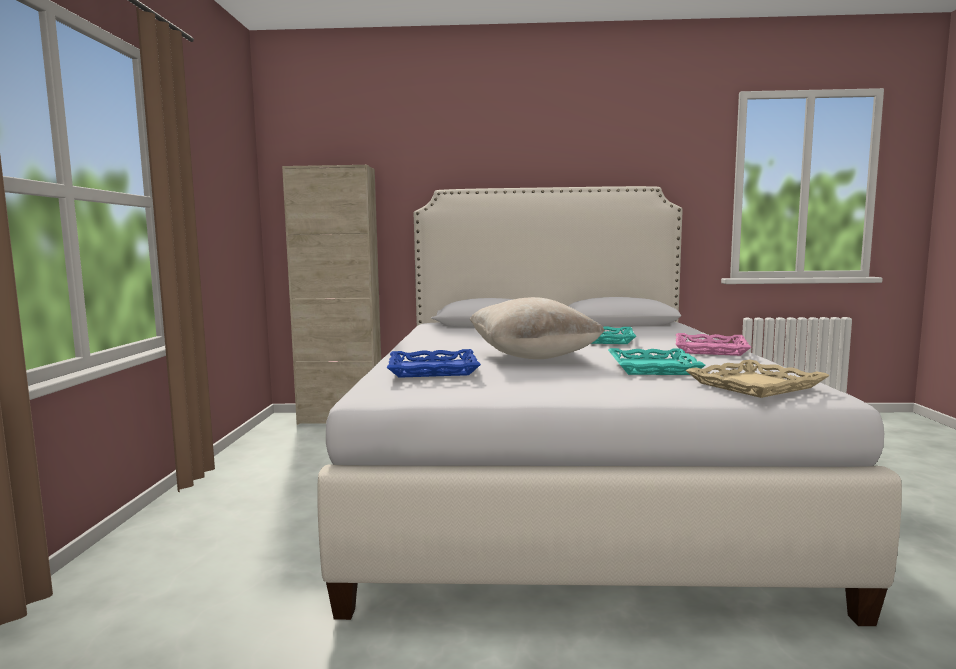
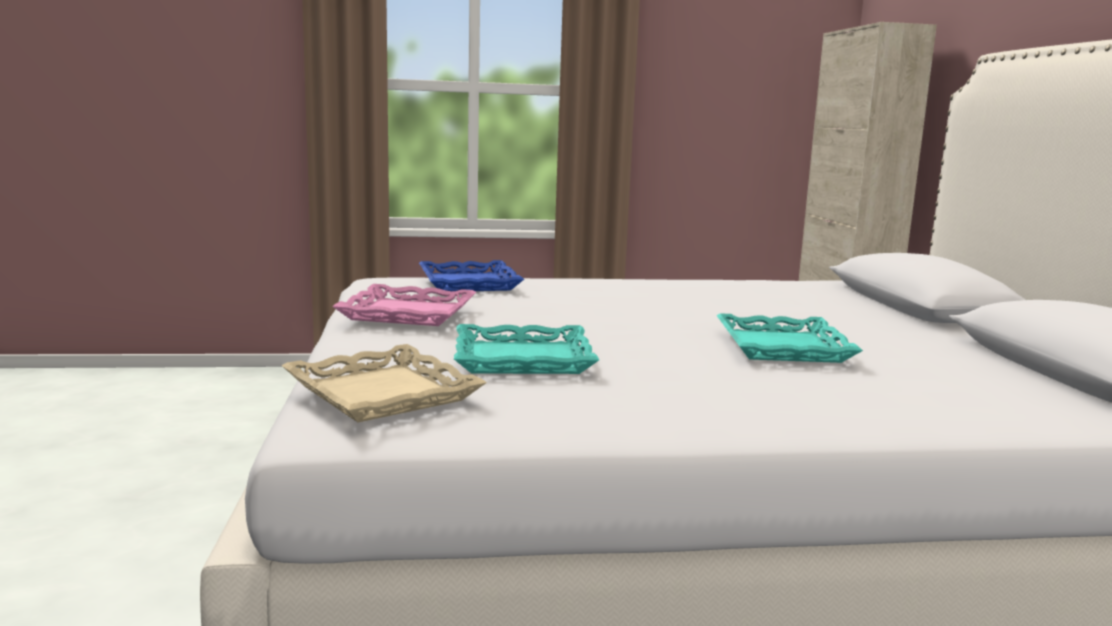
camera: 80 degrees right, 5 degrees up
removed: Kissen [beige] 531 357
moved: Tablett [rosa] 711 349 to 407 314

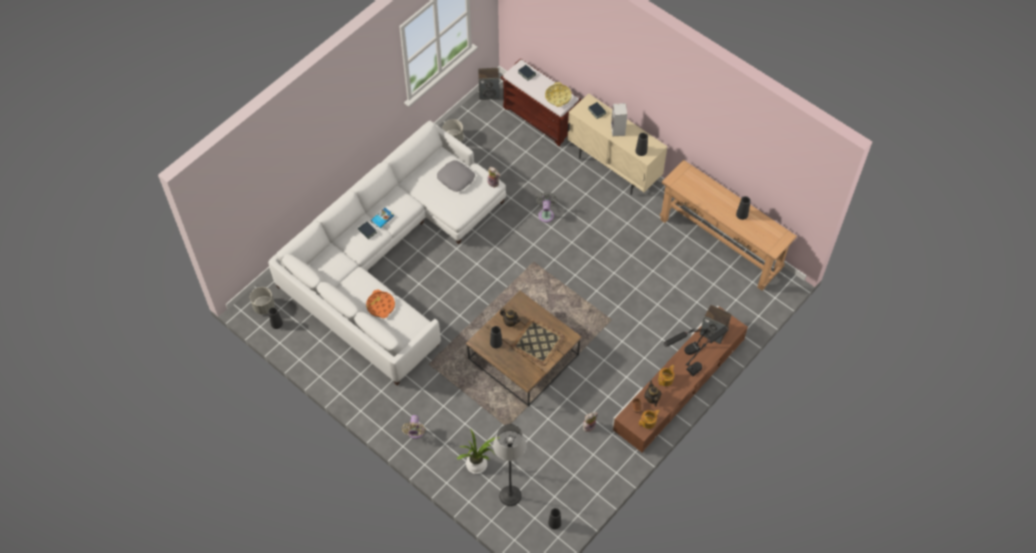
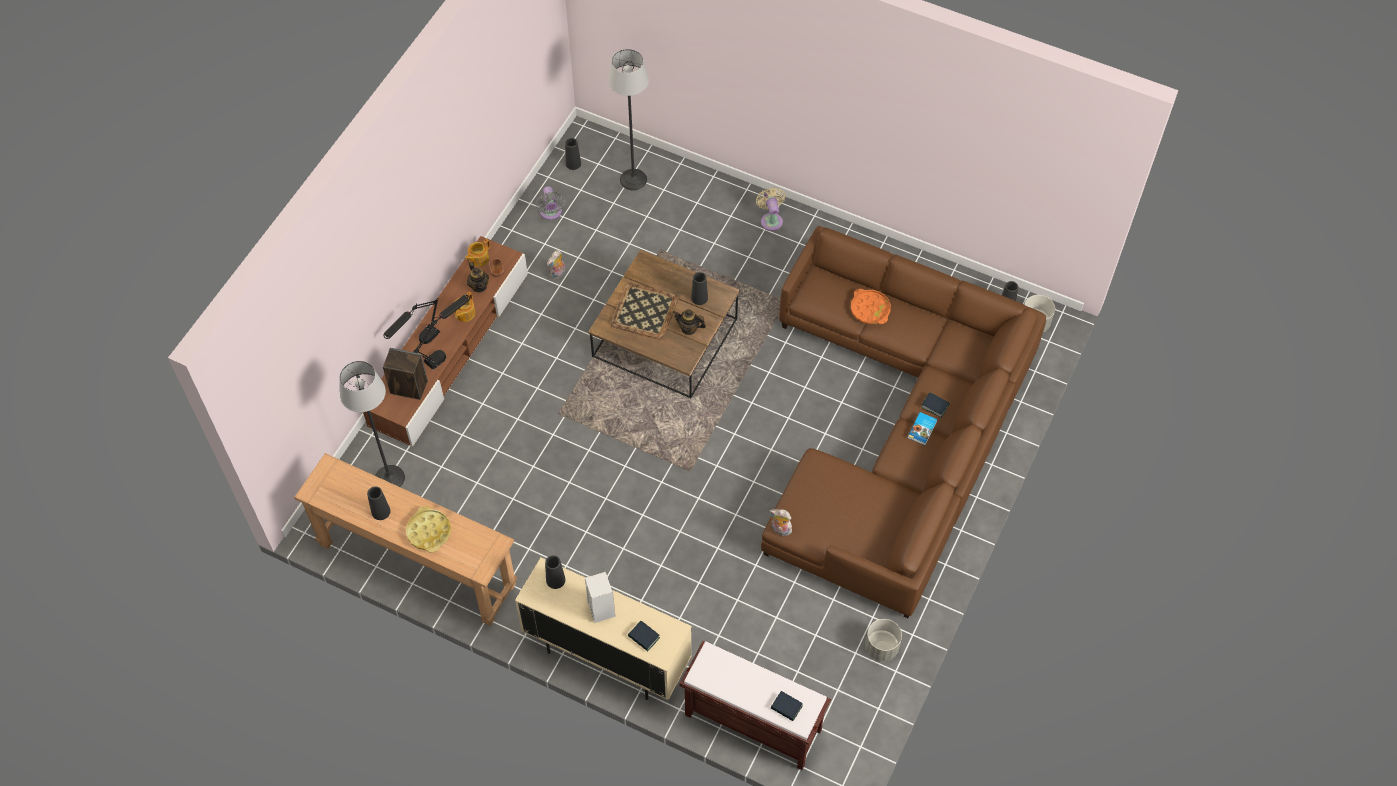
camera: 165 degrees right, 0 degrees up
removed: Kissen [grau] 456 178; Topfpflanze 478 465; Lautsprecher 489 93
added: Stehlampe 389 477
moved: Ventilator [grau] 546 214 to 551 213; Tablett [gelb] 558 96 to 429 532
recoloured: Sofa [weiß] 390 256 to Sofa [braun] 897 431

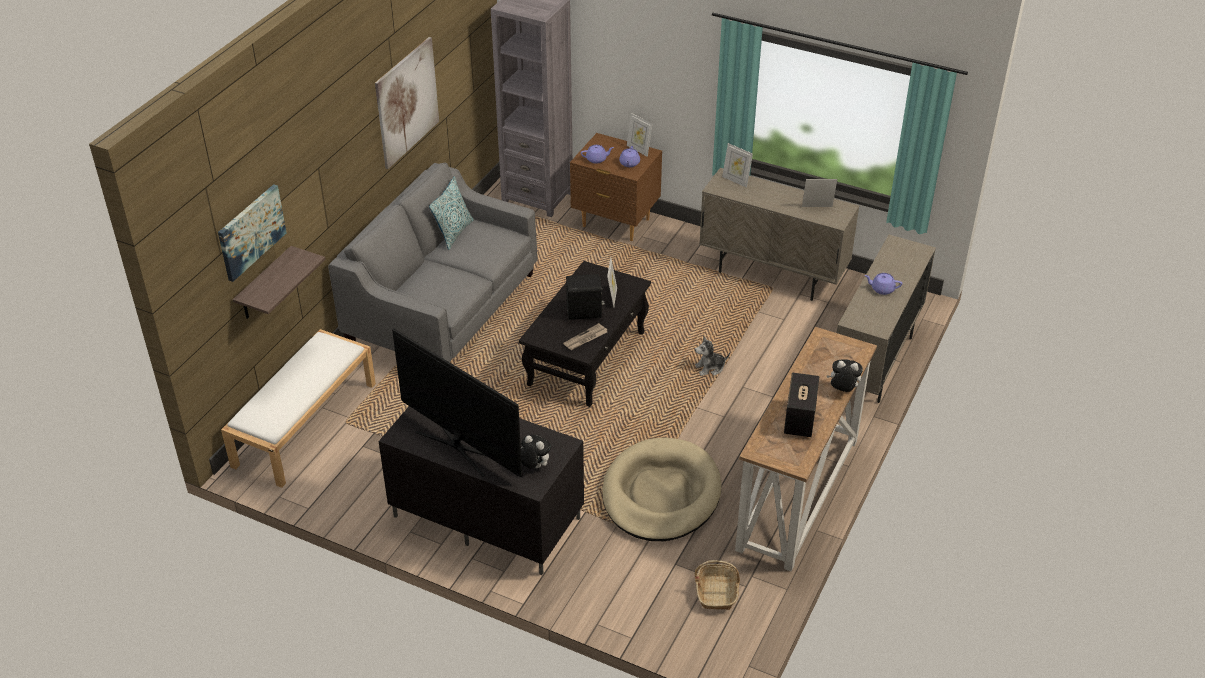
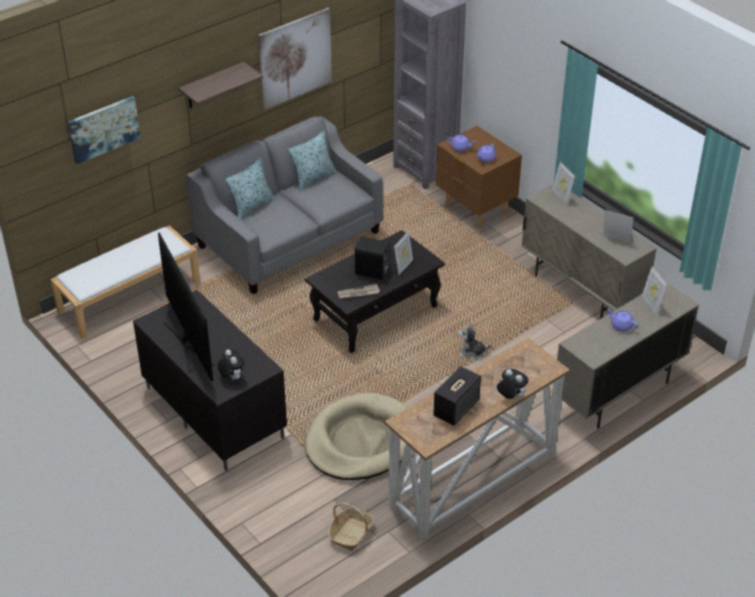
camera: 25 degrees right, 0 degrees up
added: Kissen 251 206
moved: Wandregal 265 285 to 212 86; Bilderrahmen 639 150 to 651 304

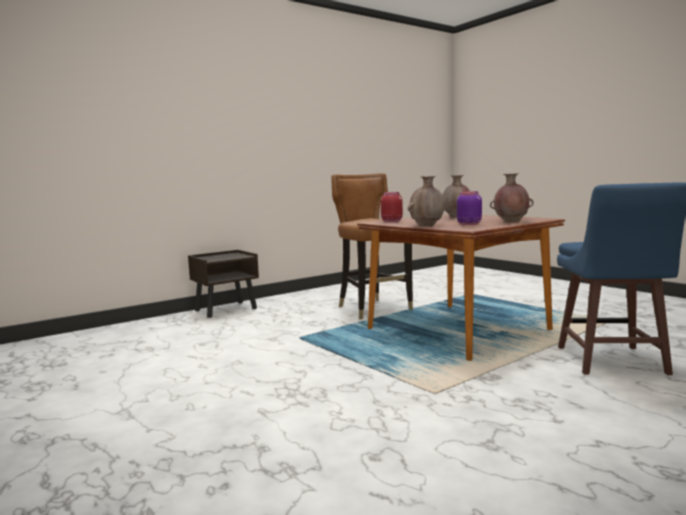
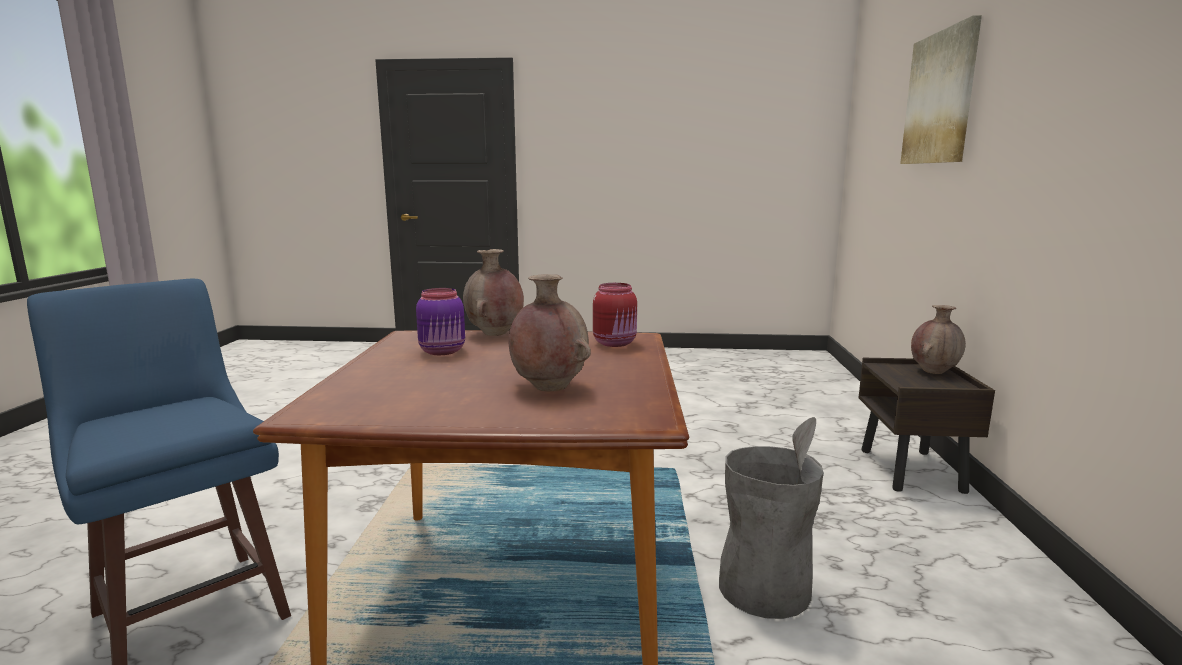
camera: 130 degrees right, 5 degrees up
added: Bild 940 98
moved: Vase [braun] 510 222 to 933 372
replaced: Stuhl [braun] 374 309 to Mülleimer [grau] 764 589

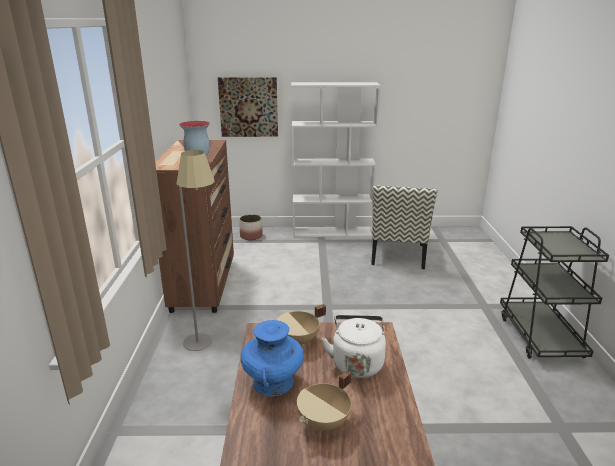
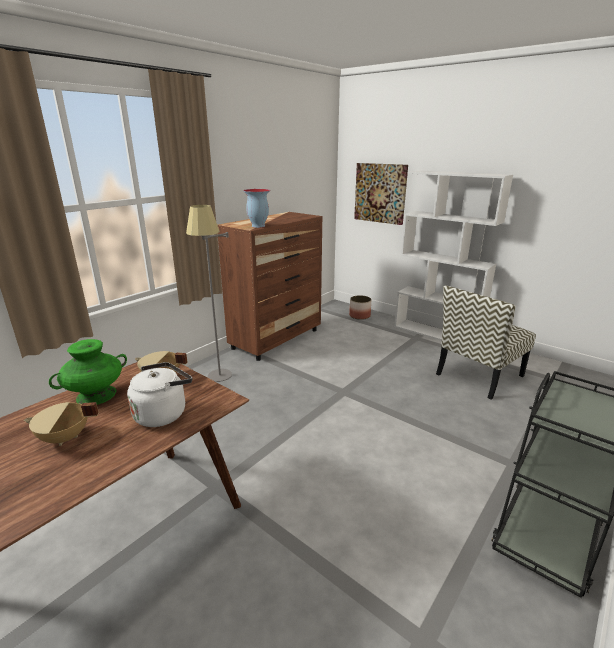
camera: 40 degrees right, 0 degrees up
recoloured: Vase [blau] 273 382 to Vase [grün] 96 395

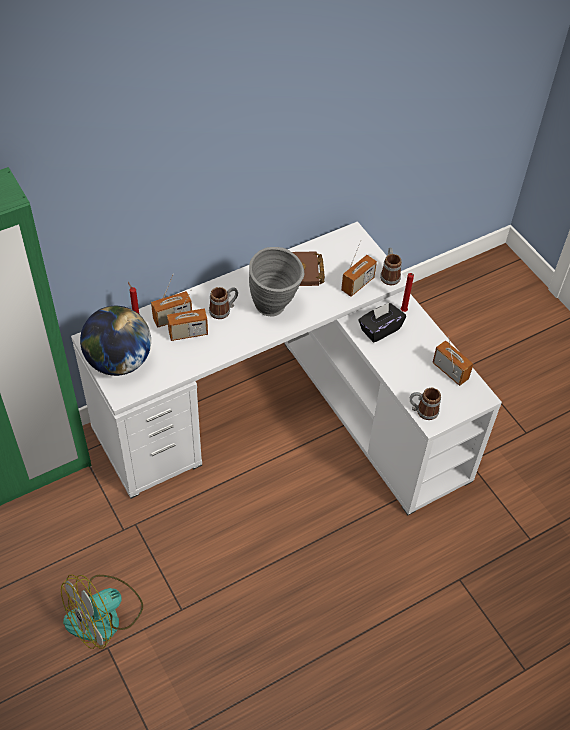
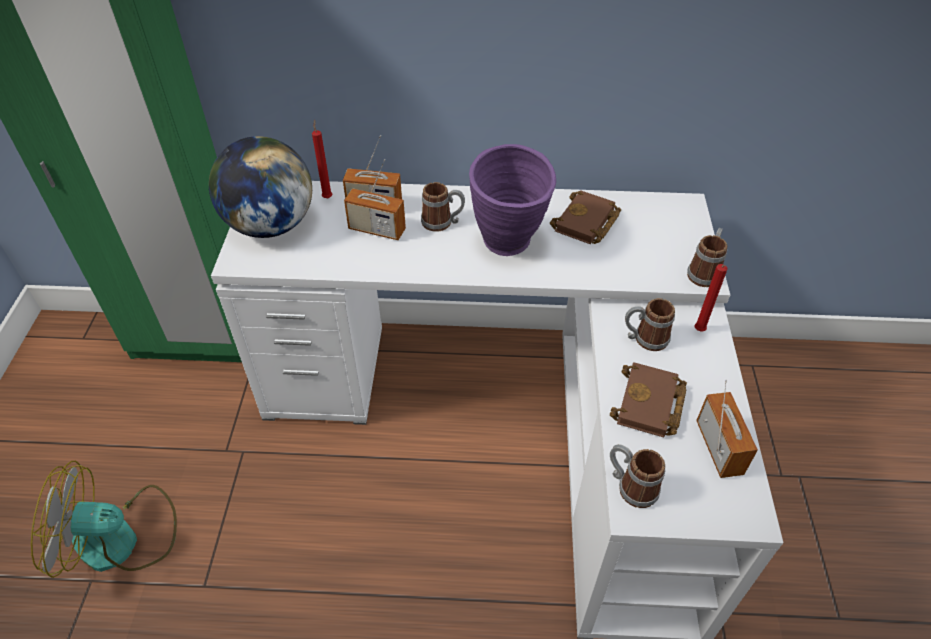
camera: 35 degrees right, 5 degrees down
removed: Radio 357 284
added: Buch [braun] 650 406
replaced: Taschentuchbox [schwarz] 380 329 to Henkelbecher 644 339
recoloured: Vase [grau] 275 309 to Vase [lila] 509 248

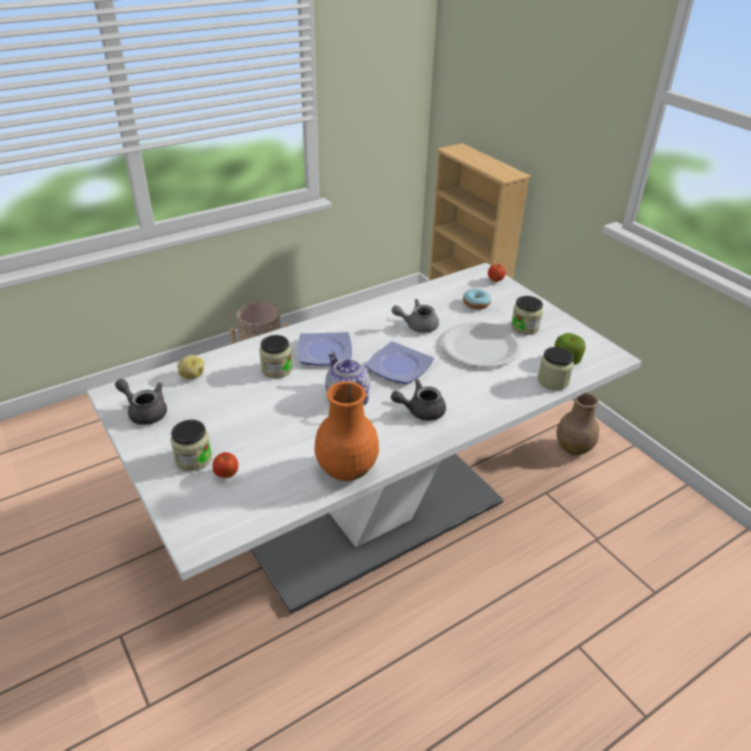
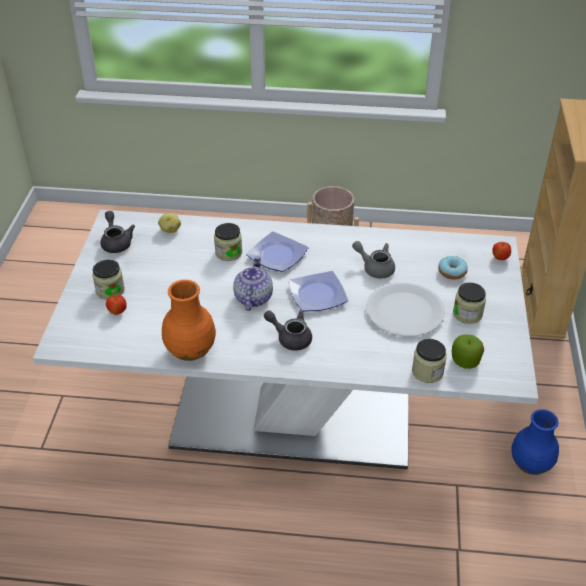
camera: 40 degrees right, 5 degrees up
recoloured: Vase [braun] 573 447 to Vase [blau] 531 464

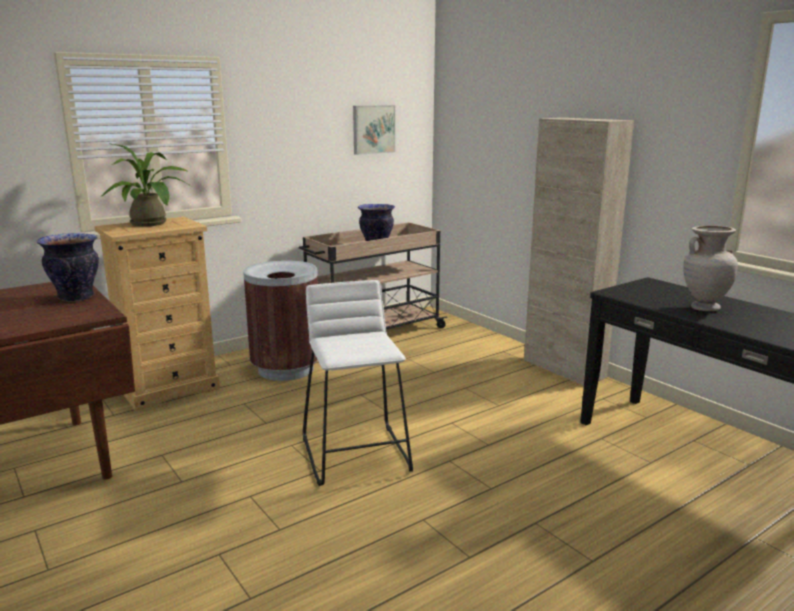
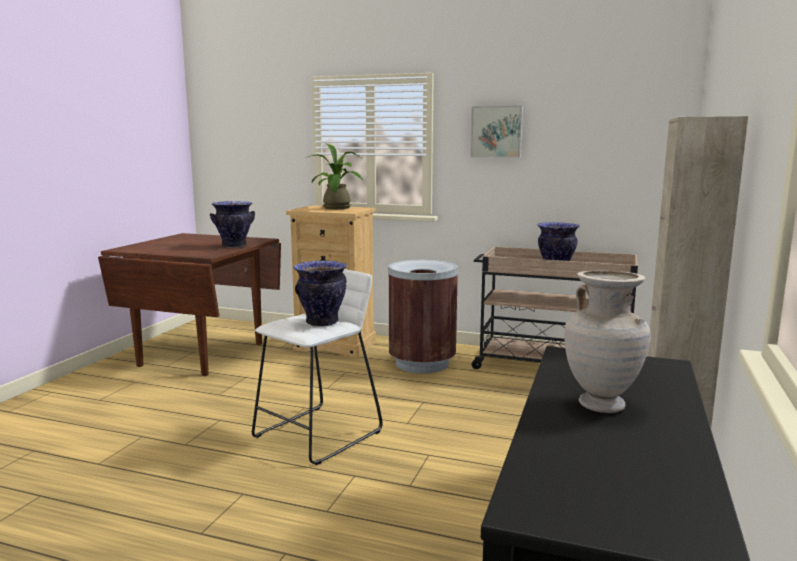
camera: 55 degrees right, 5 degrees down
added: Vase 321 322
moved: Bild 373 129 to 496 132

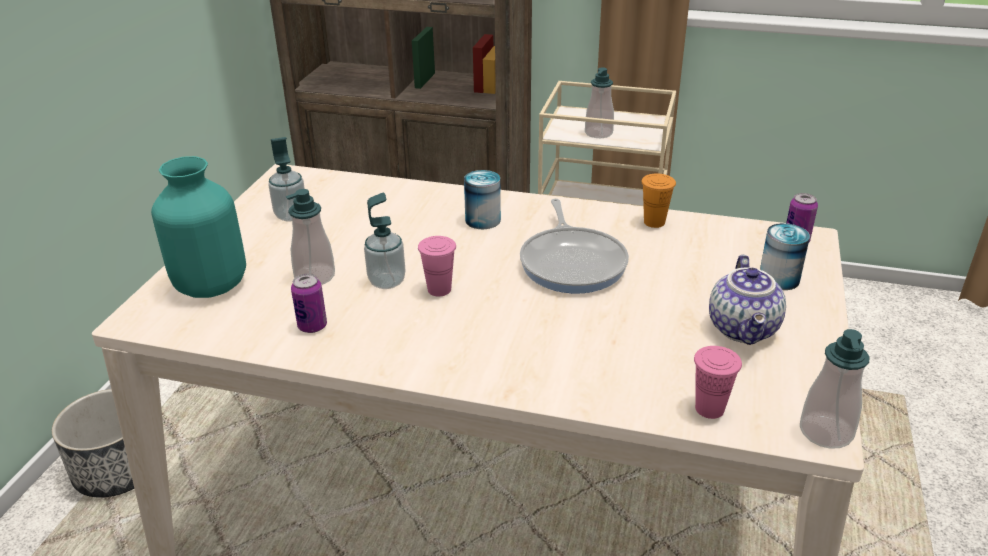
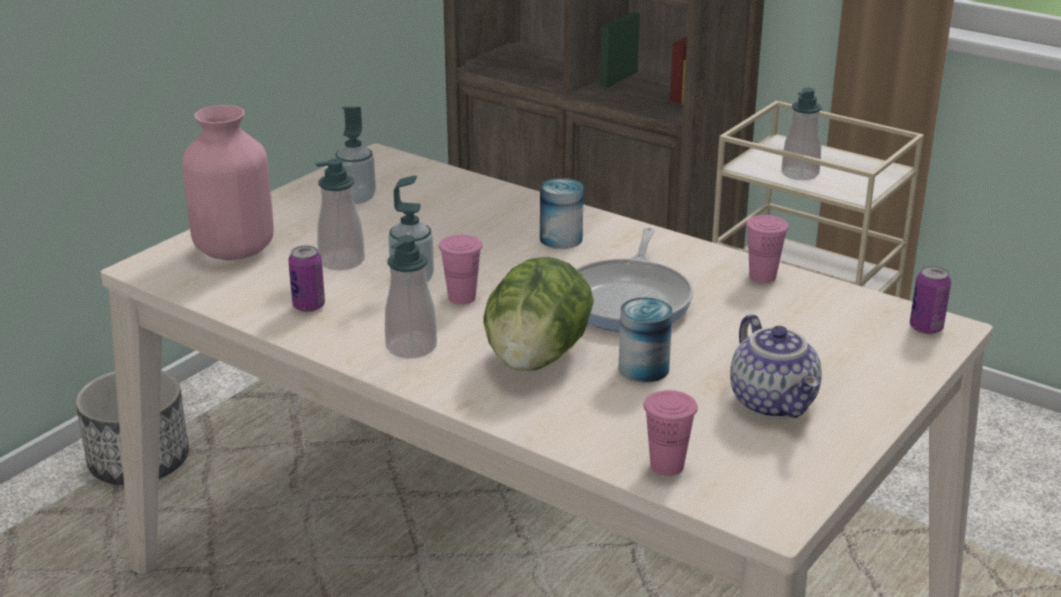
camera: 20 degrees right, 5 degrees down
added: Salatkopf 536 359
moved: Dose 779 279 to 643 369; Seifenspender 825 432 to 411 347
recoloured: Vase [türkis] 209 285 to Vase [rosa] 233 249; Tasse [orange] 654 222 to Tasse [rosa] 762 276
turned: Teekanne 744 329 = 775 403 45 degrees counterclockwise

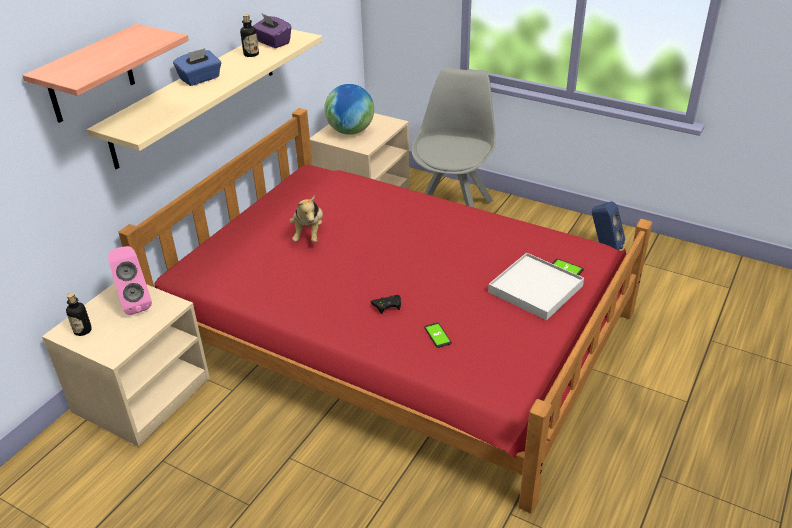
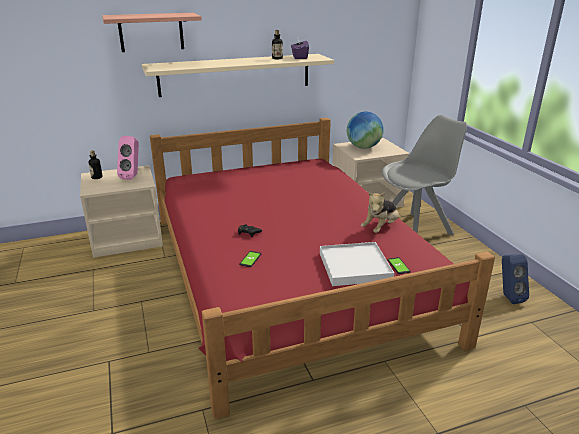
camera: 40 degrees right, 10 degrees down
removed: Taschentuchbox [blau] 200 79
moved: Plüschtier 309 233 to 380 228

